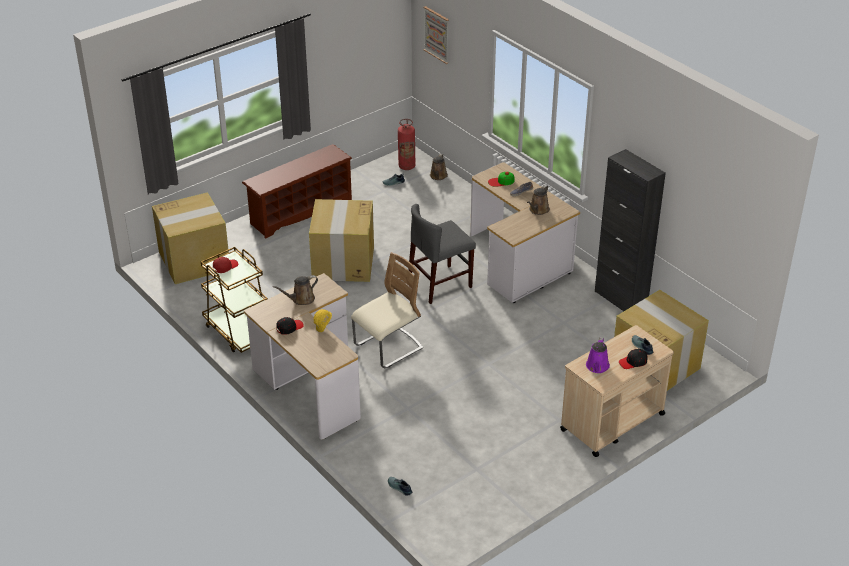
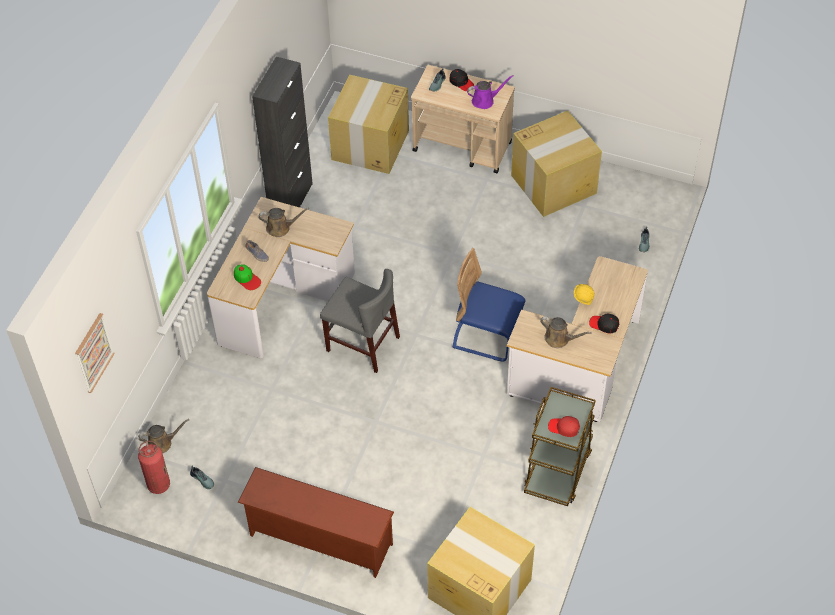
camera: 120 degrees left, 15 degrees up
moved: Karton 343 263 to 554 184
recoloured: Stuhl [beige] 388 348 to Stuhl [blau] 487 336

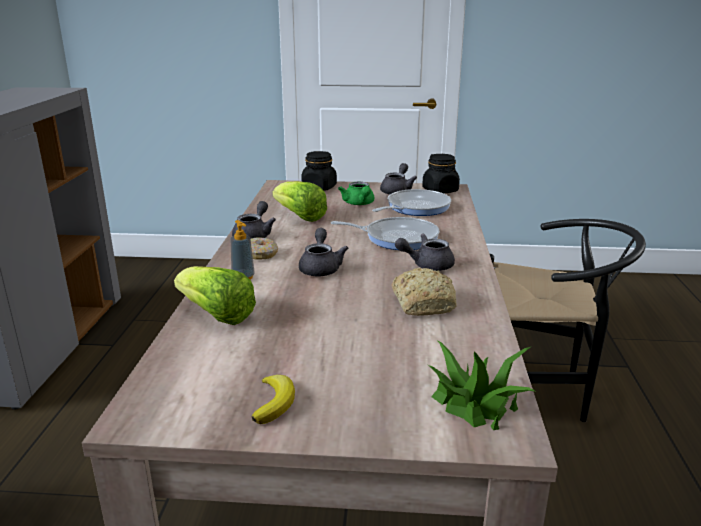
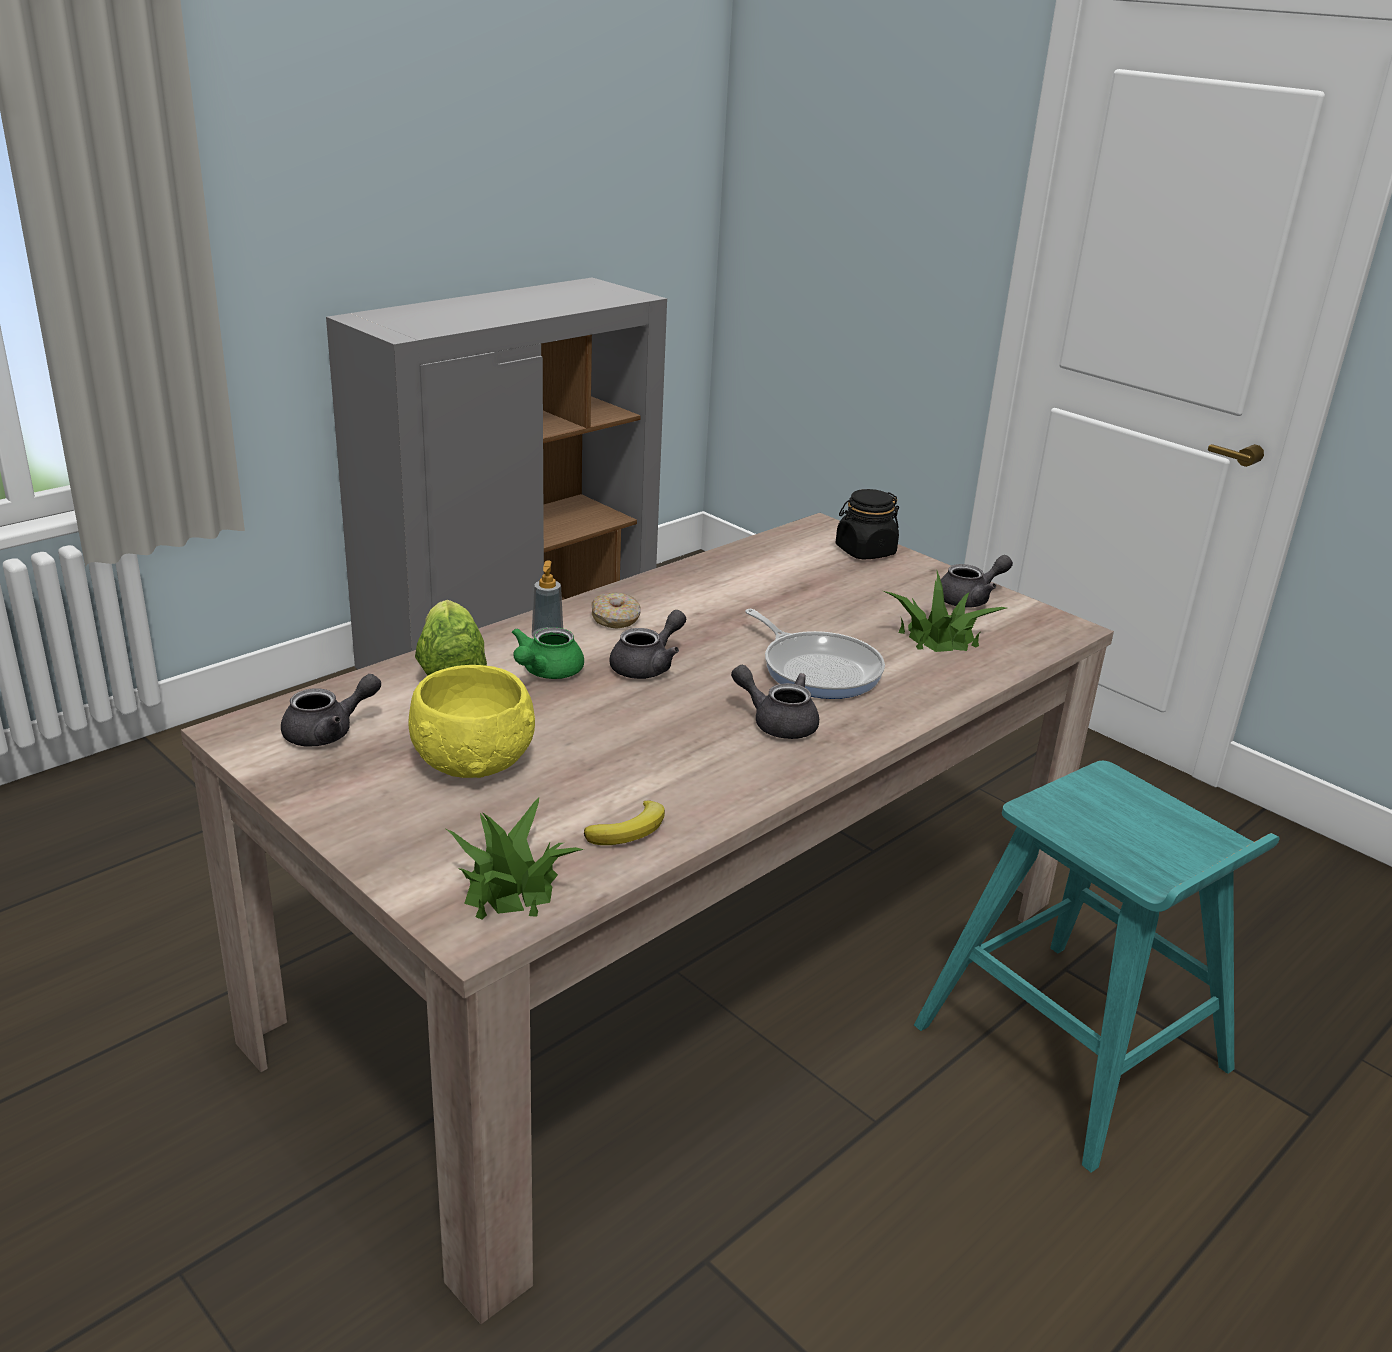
camera: 40 degrees right, 5 degrees up
removed: Salatkopf 300 217; Brot 423 303; Vorratsglas [schwarz] 440 190
added: Schüssel [gelb] 474 760
moved: Teekanne [grau] 254 235 to 329 732; Banane 274 402 to 630 830; Teekanne [grün] 359 204 to 546 672
replaced: Pfanne 415 208 to Topfpflanze 938 636; Stuhl [schwarz] 538 390 to Hocker [türkis] 1074 1049

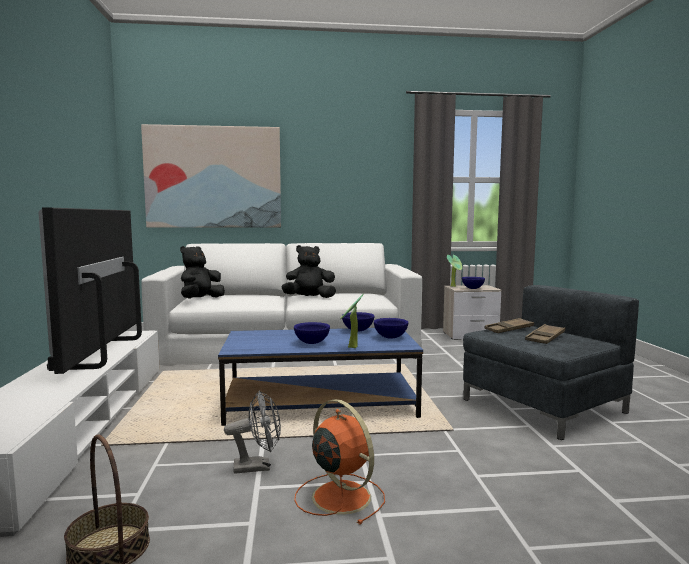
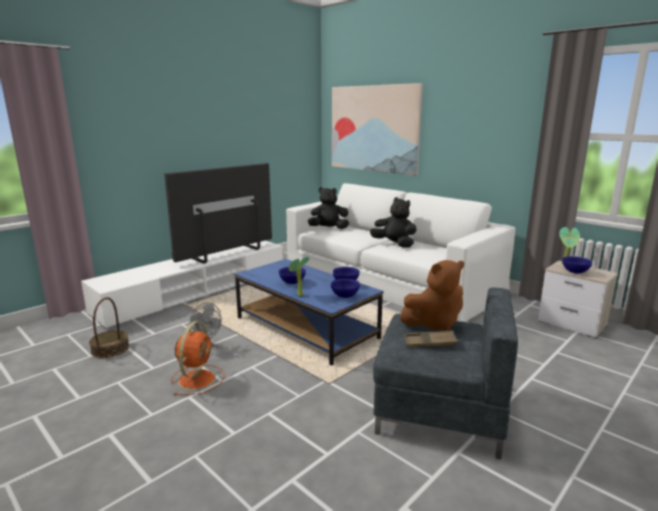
camera: 50 degrees right, 10 degrees up
replaced: Tablett [braun] 509 329 to Plüschtier [braun] 434 324

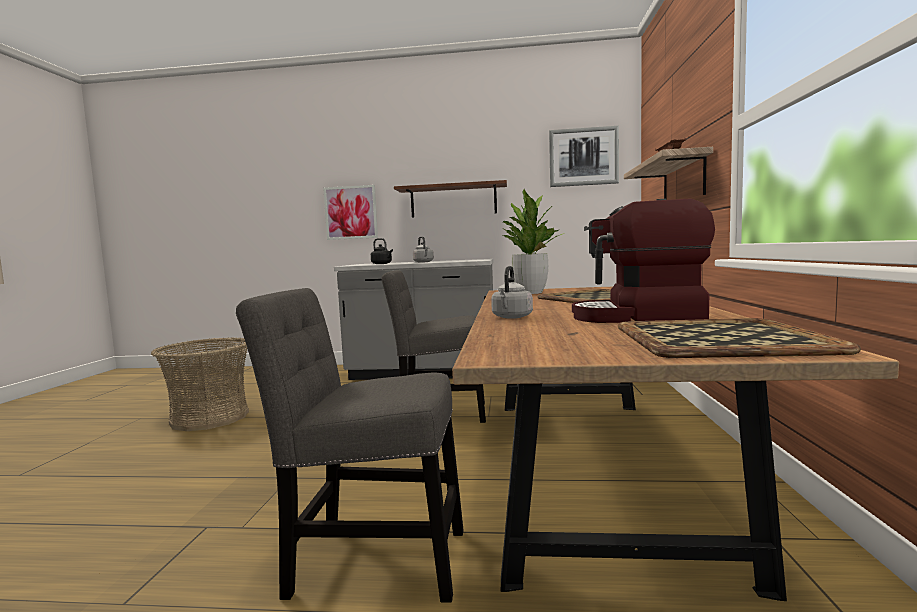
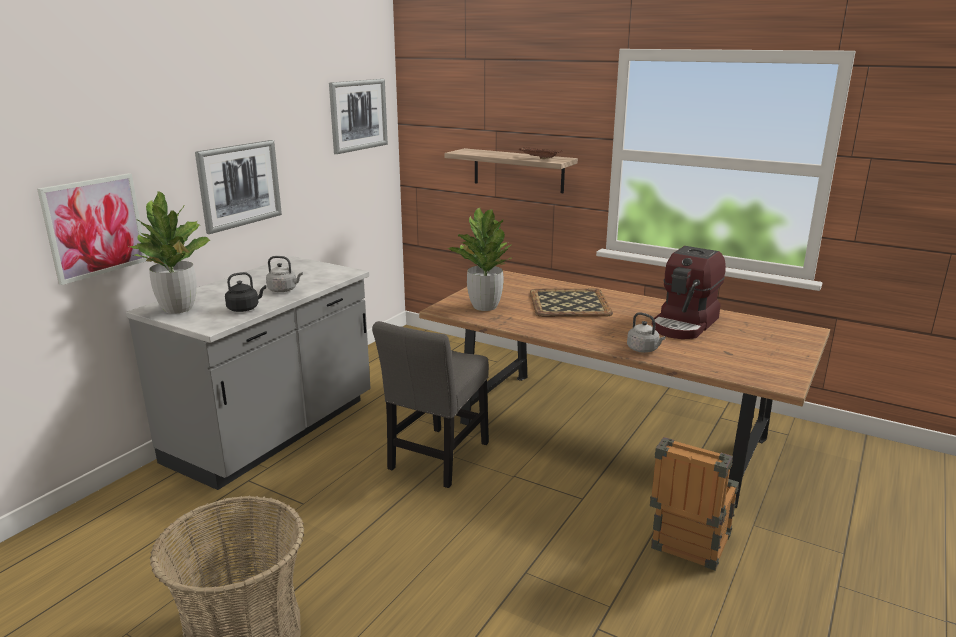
camera: 65 degrees left, 15 degrees up
removed: Tablett 716 338
added: Topfpflanze 178 309
replaced: Stuhl [grau] 370 560 to Kiste 687 547; Wandregal 453 201 to Bild 239 185

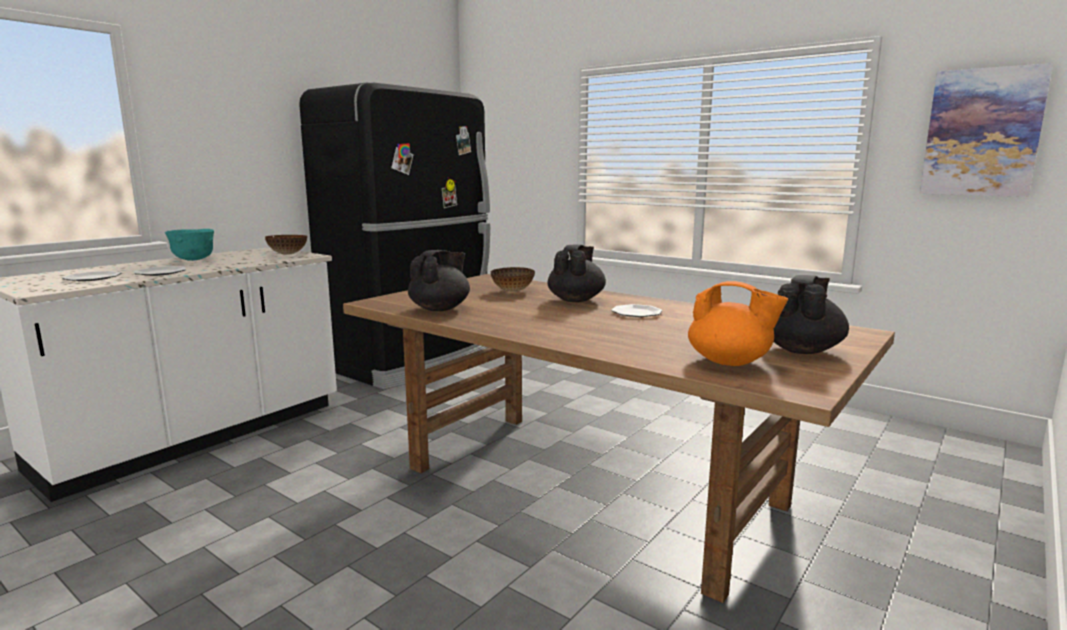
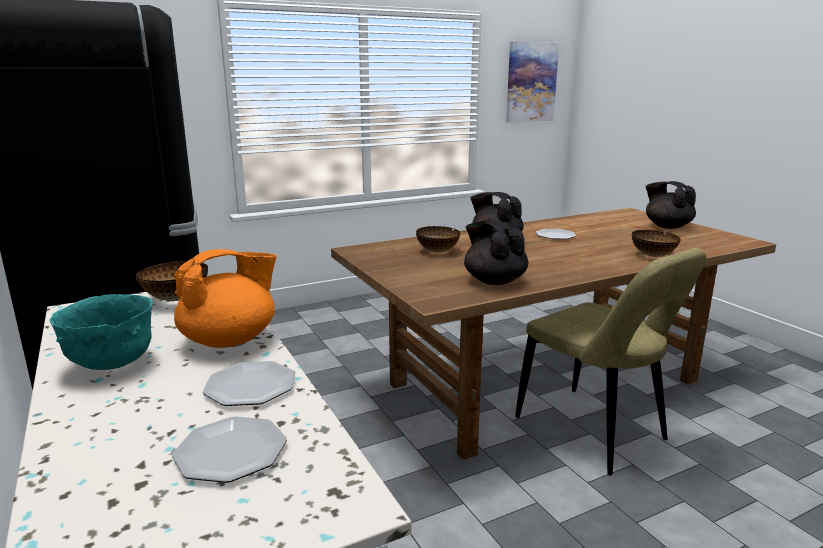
camera: 65 degrees left, 5 degrees up
added: Stuhl [beige] 595 432; Schüssel 653 256
moved: Teekanne [orange] 730 362 to 230 340

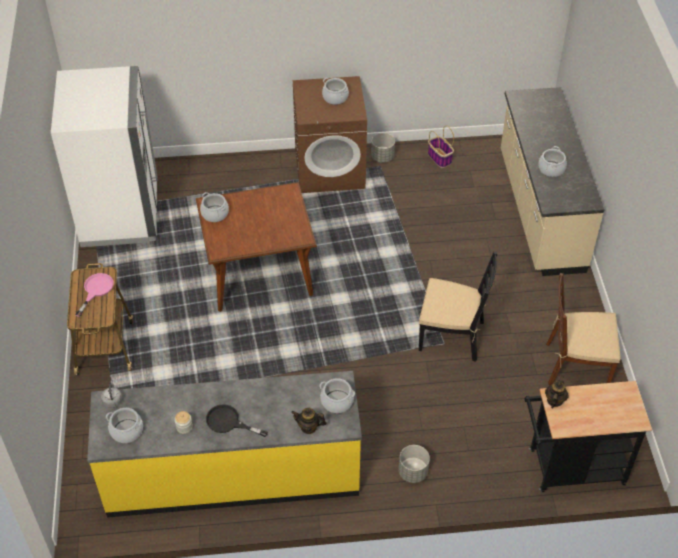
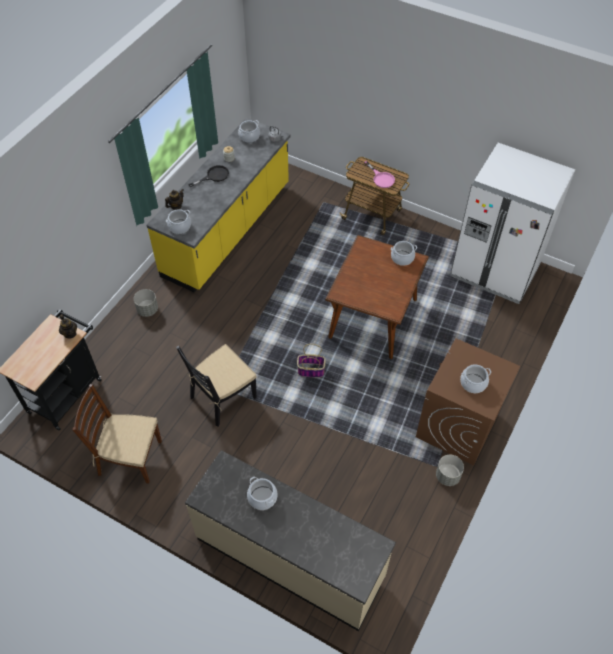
camera: 125 degrees right, 5 degrees up
moved: Korb 440 158 to 310 370
turned: Stuhl [braun] 576 365 = 129 458 120 degrees counterclockwise

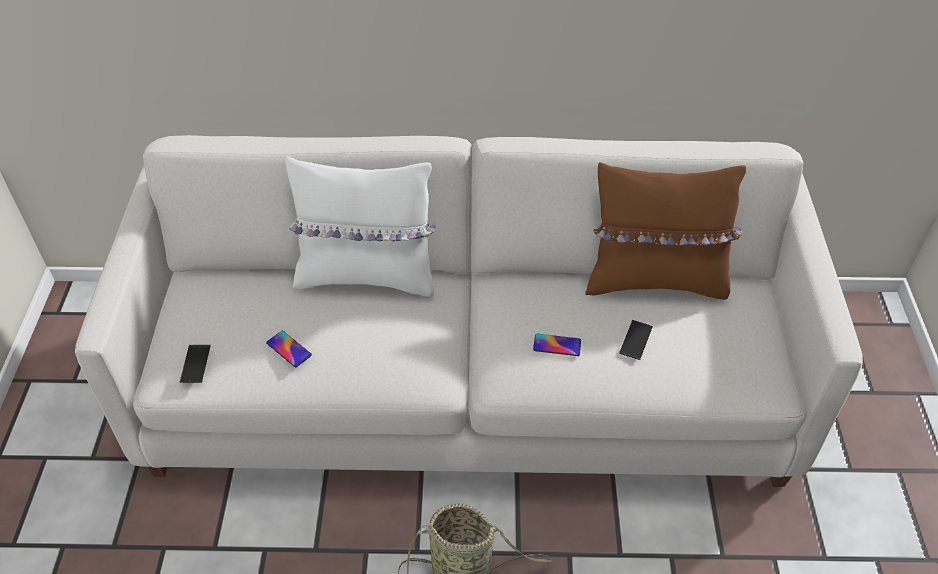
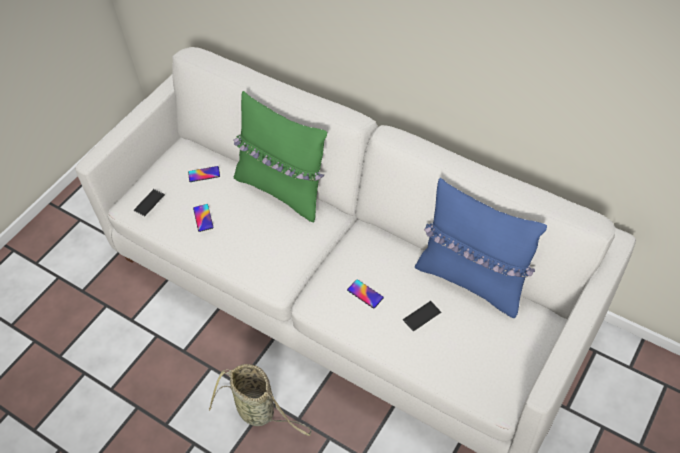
camera: 35 degrees right, 5 degrees up
added: Handy 204 174
recoloured: Kissen [weiß] 367 276 to Kissen [grün] 283 190; Kissen [braun] 655 280 to Kissen [blau] 472 280

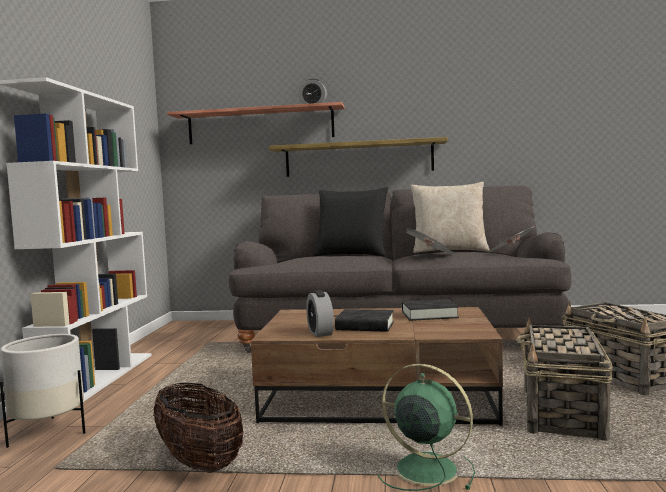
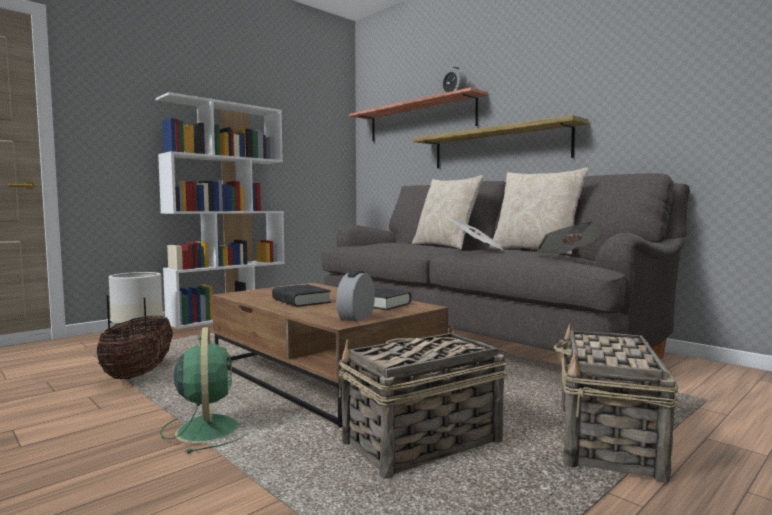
camera: 40 degrees right, 0 degrees up
moved: Wecker 320 332 to 356 317
recoloured: Kissen [schwarz] 351 255 to Kissen [beige] 445 246

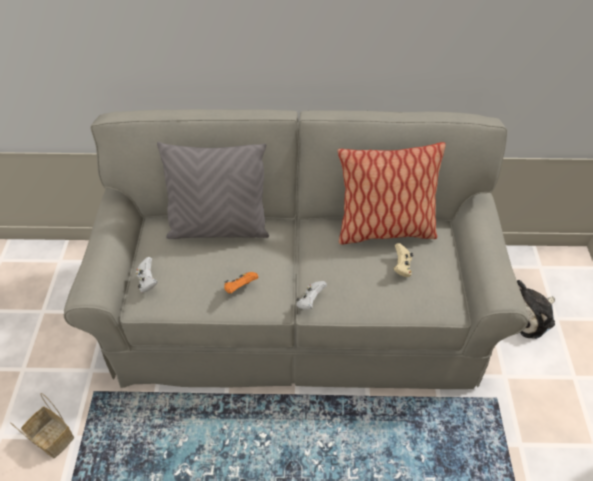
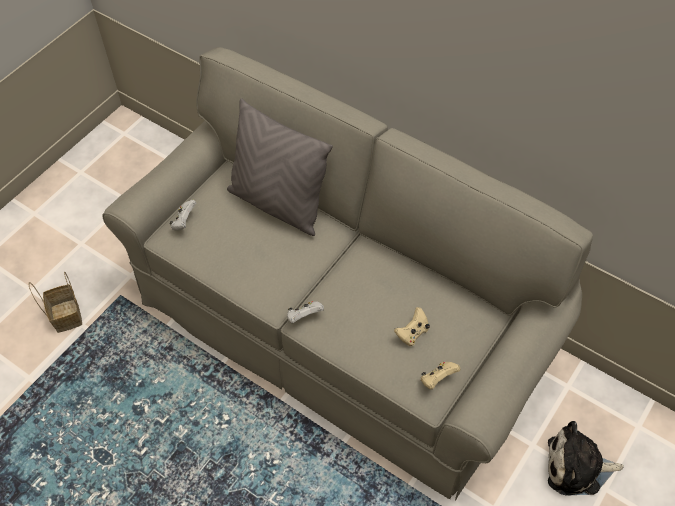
camera: 35 degrees right, 5 degrees up
removed: Gamepad [orange] 240 288; Kissen 384 230
added: Gamepad [beige] 437 379

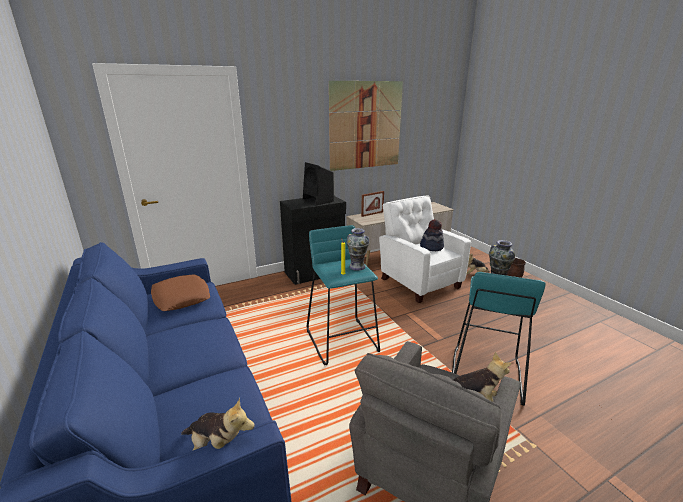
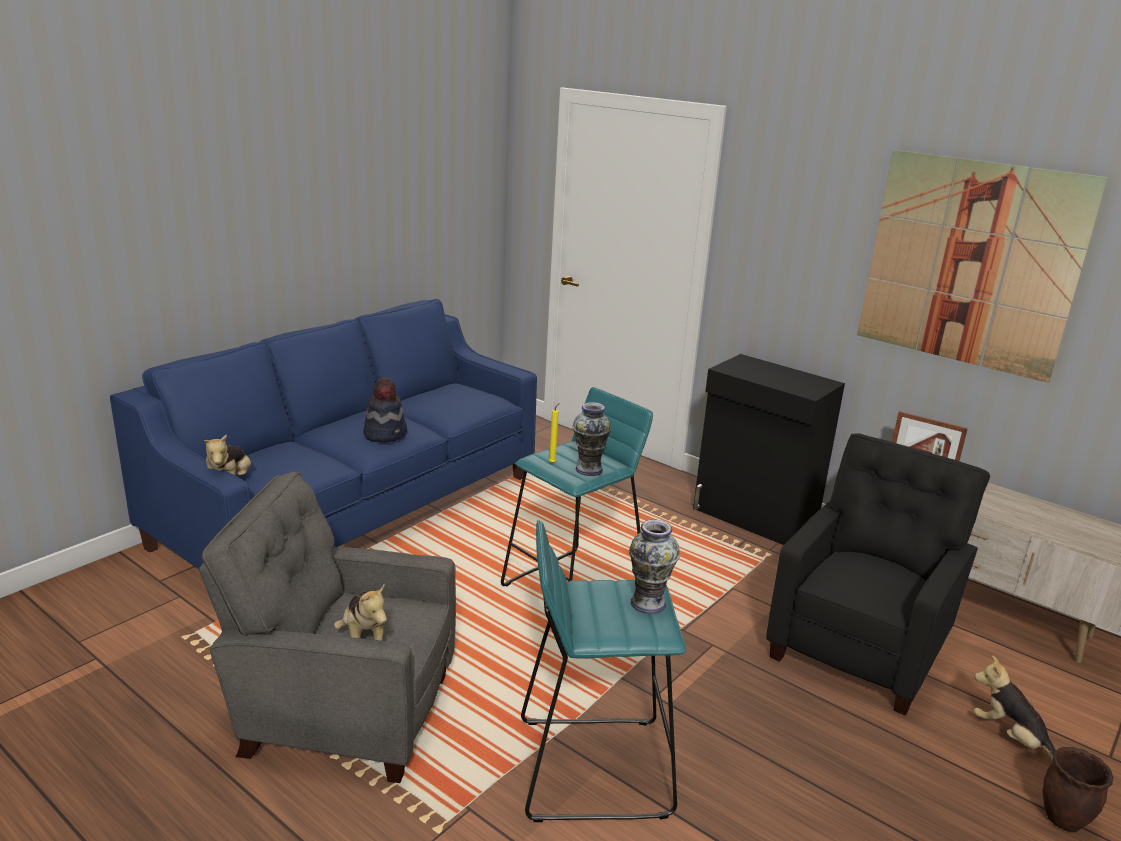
camera: 65 degrees right, 0 degrees up
removed: Kissen [braun] 181 297; Lautsprecher [schwarz] 318 201
moved: Hut 431 247 to 385 434
recoloured: Sessel [weiß] 418 282 to Sessel [schwarz] 860 648

